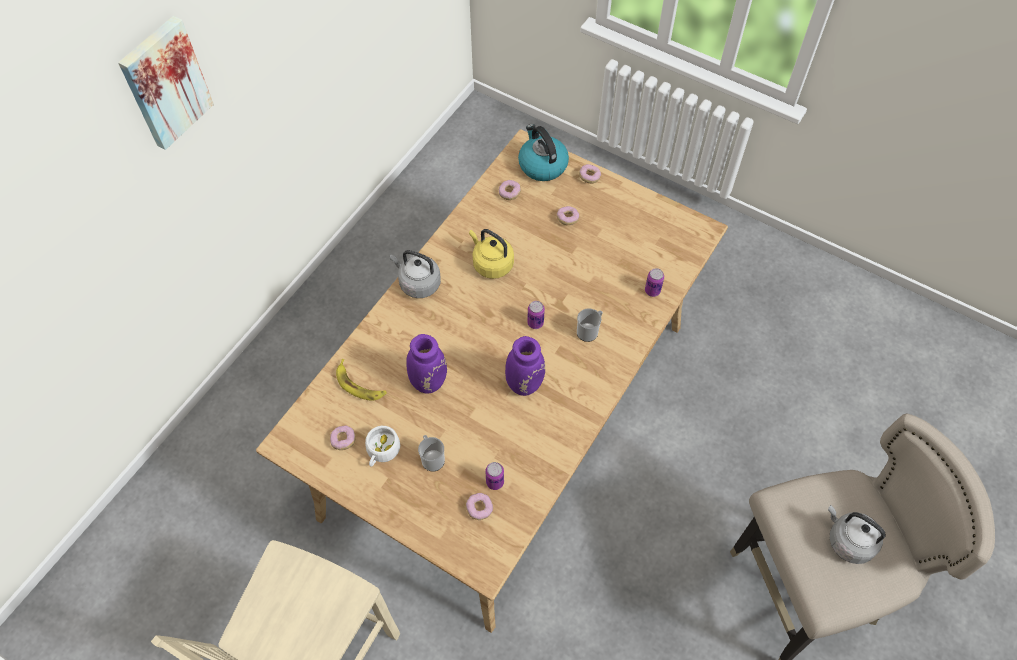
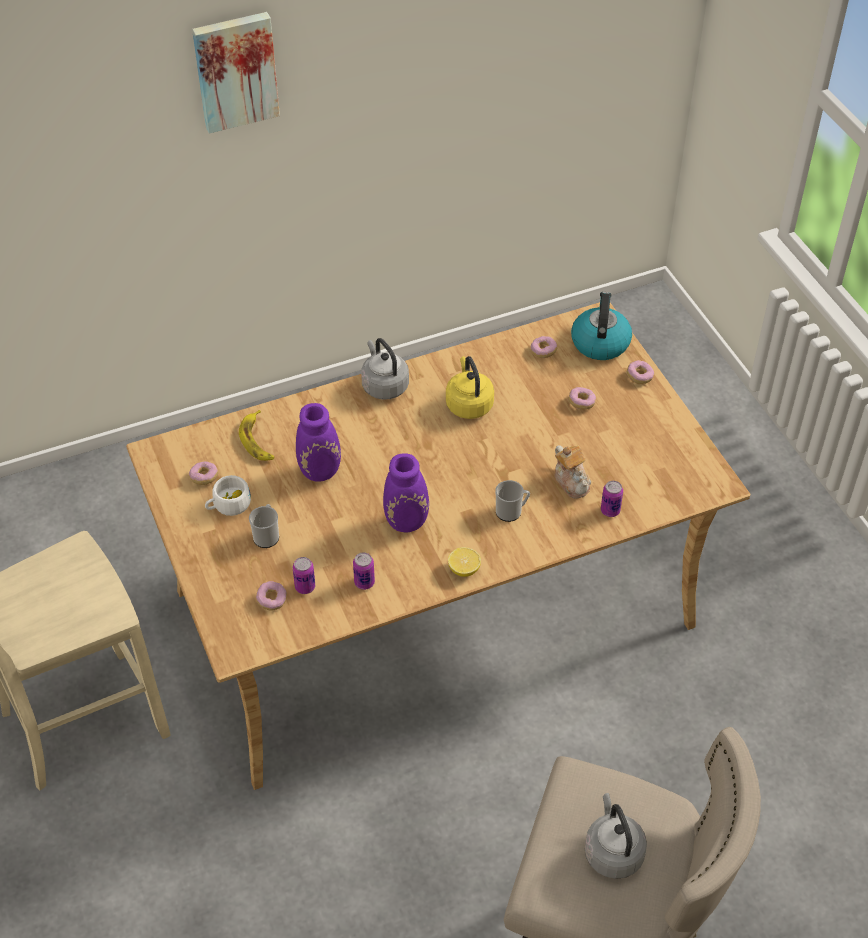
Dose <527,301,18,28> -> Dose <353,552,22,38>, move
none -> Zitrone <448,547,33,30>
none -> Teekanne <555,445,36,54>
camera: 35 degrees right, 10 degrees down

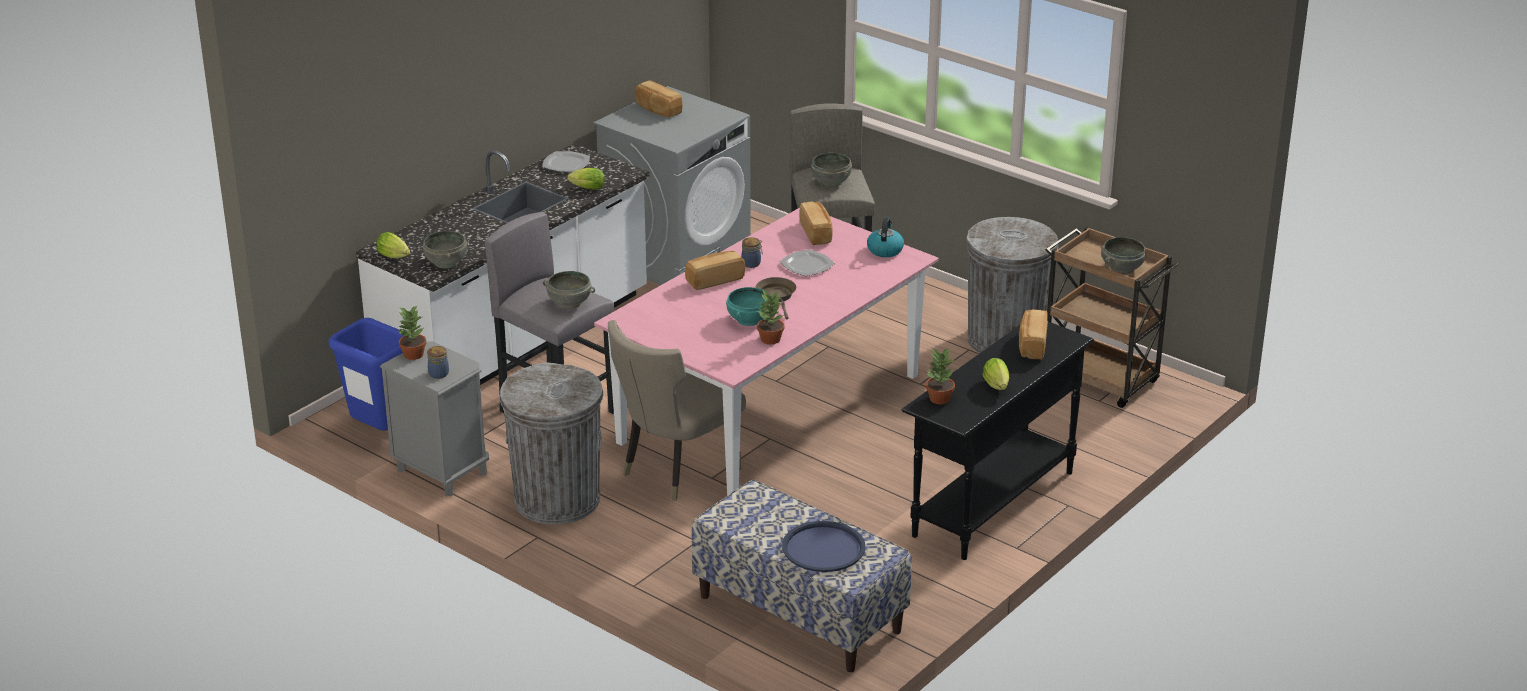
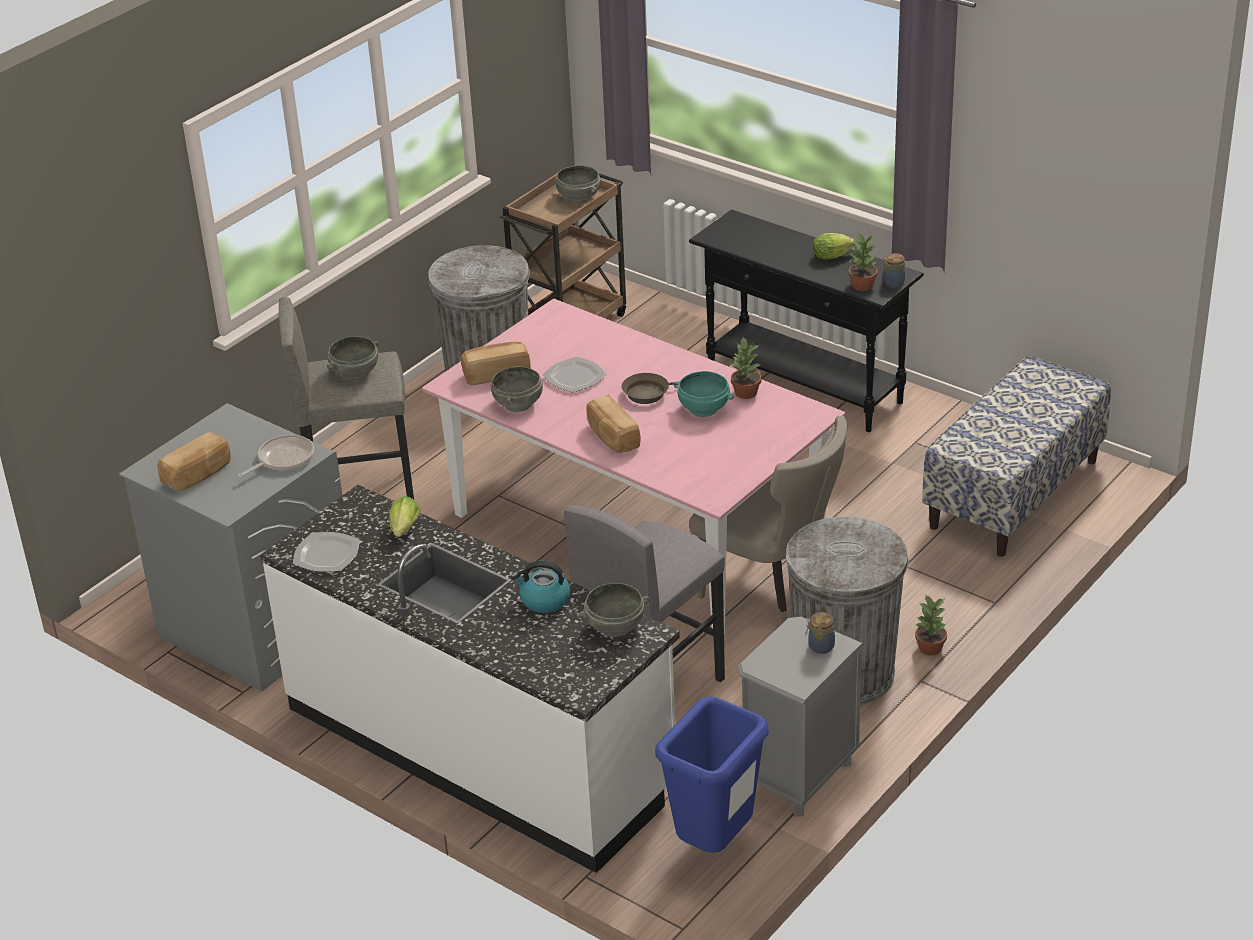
Salatkopf <376,232,34,26> -> none
Topfpflanze <398,306,28,54> -> Topfpflanze <914,594,33,62>, move
Schüssel (grau) <543,271,52,38> -> Schüssel (grau) <491,366,52,46>, move
Vorratsglas <741,237,22,31> -> Vorratsglas <883,253,22,34>, move
Tablett (blau) <782,521,83,51> -> none
Wasserkessel <867,217,37,40> -> Wasserkessel <511,561,59,52>, move
Brot <1019,310,29,50> -> none
none -> Pfanne <238,435,76,42>
camera: 90 degrees left, 5 degrees up

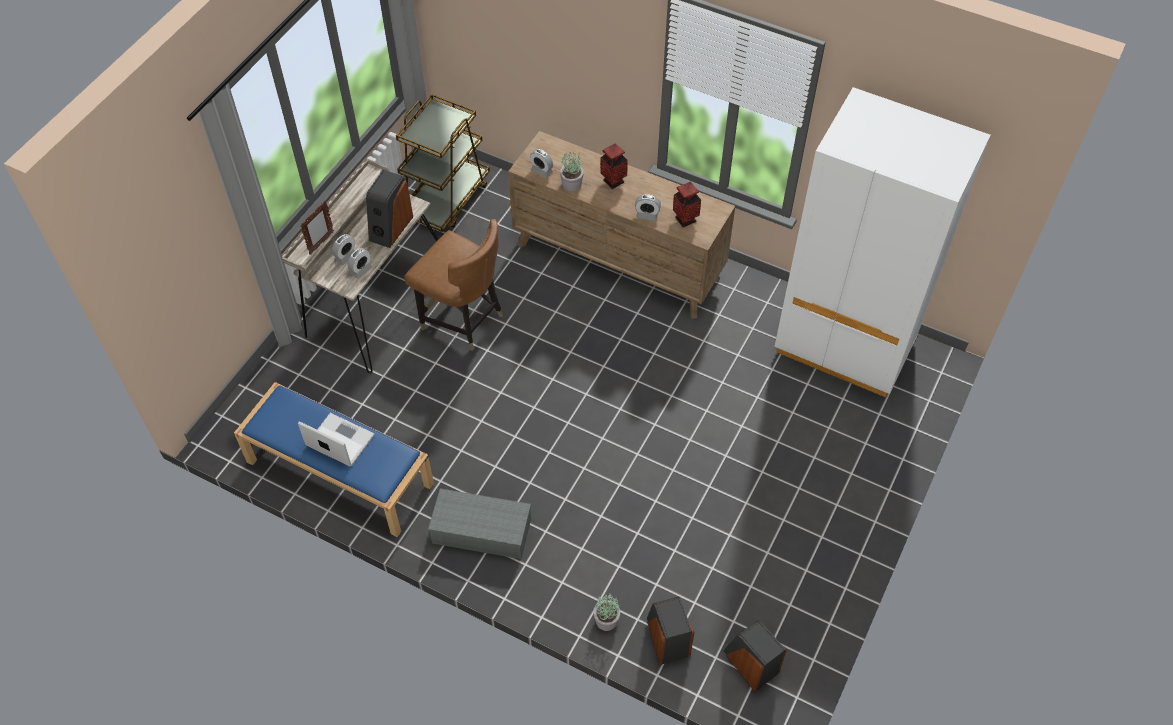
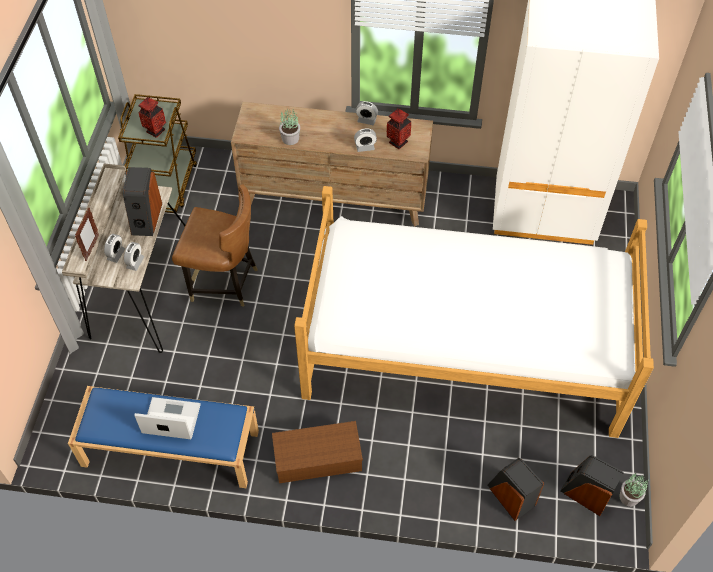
Aufbewahrungsbox (grau) <428,488,103,71> -> Aufbewahrungsbox (braun) <272,421,91,62>
Wecker <530,149,23,29> -> Wecker <356,101,22,24>, move
Topfpflanze <593,593,27,38> -> Topfpflanze <619,474,29,33>, move
Vase <600,143,28,46> -> Vase <138,97,28,41>, move
none -> Bett <294,186,360,252>
camera: 20 degrees left, 0 degrees up

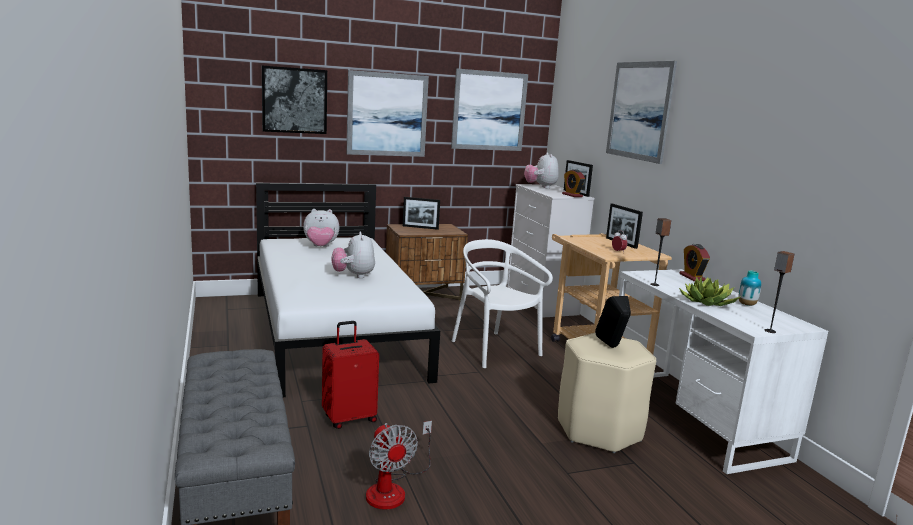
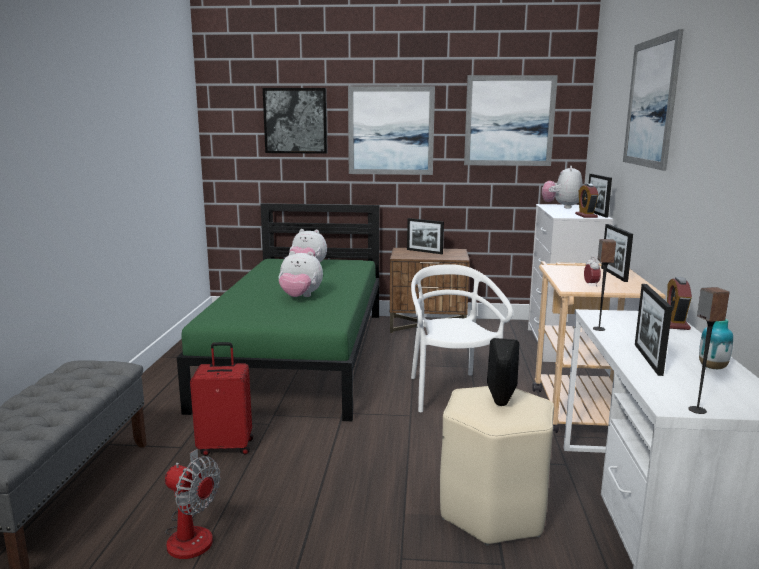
Bett (weiß) <256,183,184,214> -> Bett (grün) <177,203,203,218>
Plüschtier <332,231,43,47> -> Plüschtier <278,251,45,46>, 90 degrees counterclockwise
Ventilator <366,421,66,89> -> Ventilator <165,449,56,110>, 60 degrees counterclockwise
Topfpflanze <679,276,62,30> -> Bilderrahmen <635,284,37,92>
camera: 25 degrees right, 0 degrees up

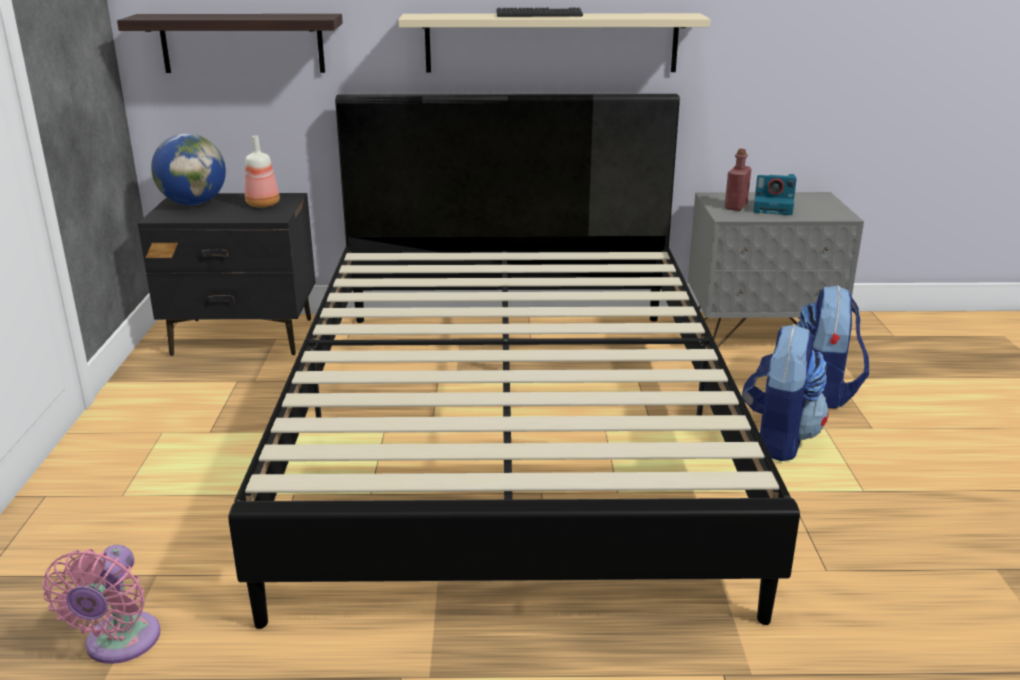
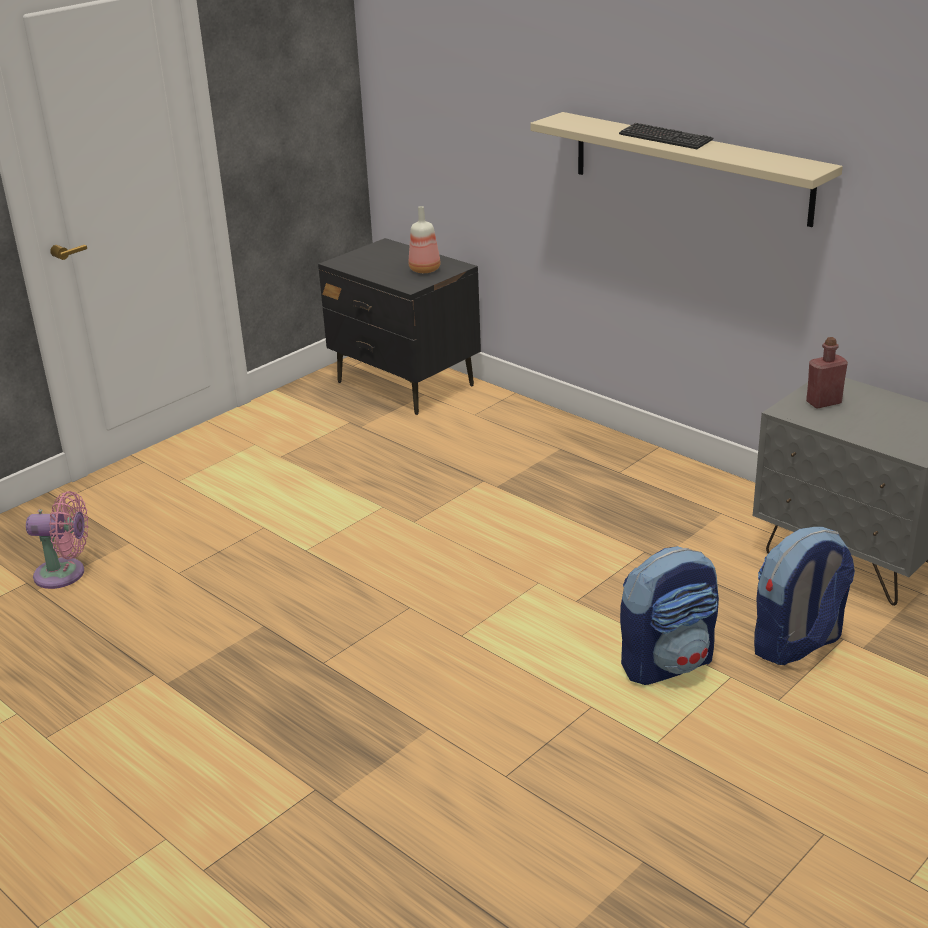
Ventilator (rosa) <42,545,118,119> -> Ventilator (rosa) <26,491,63,98>, 135 degrees counterclockwise
Wandregal <117,14,226,59> -> none
Globus <151,133,75,72> -> none
Bett (schwarz) <228,94,572,535> -> none
Kamera <753,174,43,41> -> none
camera: 45 degrees right, 5 degrees up

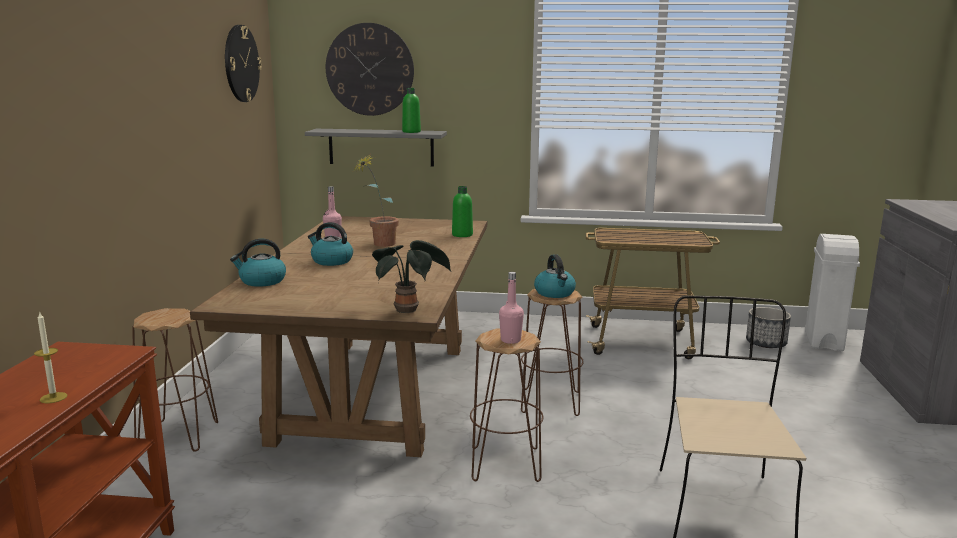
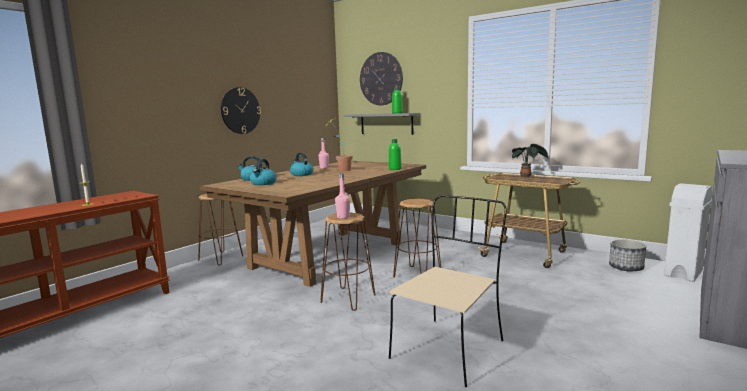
Wanduhr <225,25,37,77> -> Wanduhr <221,87,40,47>, move
Topfpflanze <372,240,79,73> -> Topfpflanze <512,144,36,33>, move
Wasserkessel <534,254,42,44> -> Wasserkessel <250,159,27,26>, move
camera: 30 degrees right, 5 degrees down

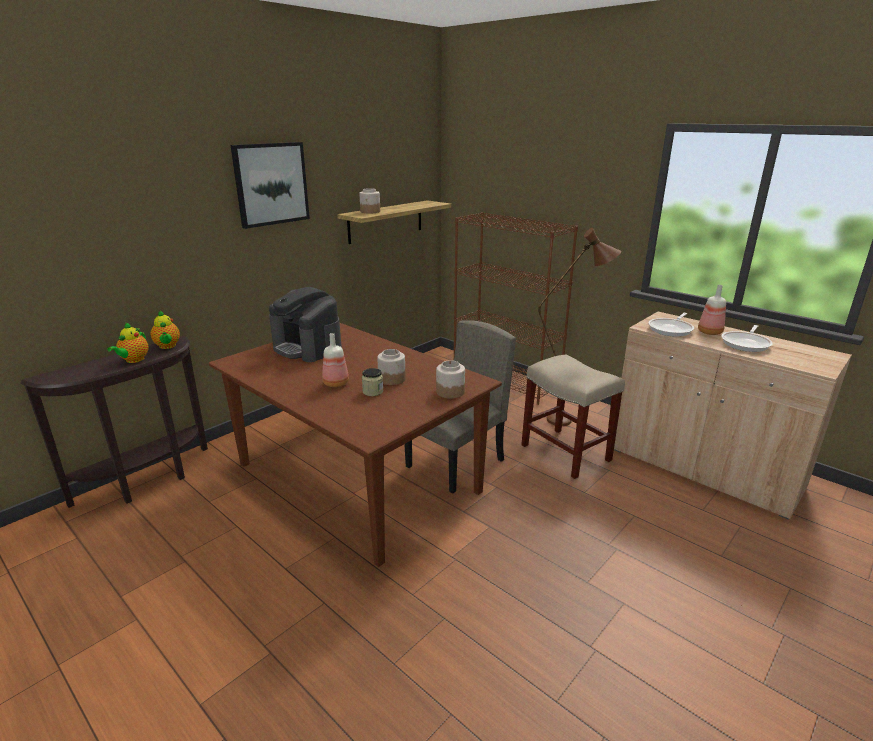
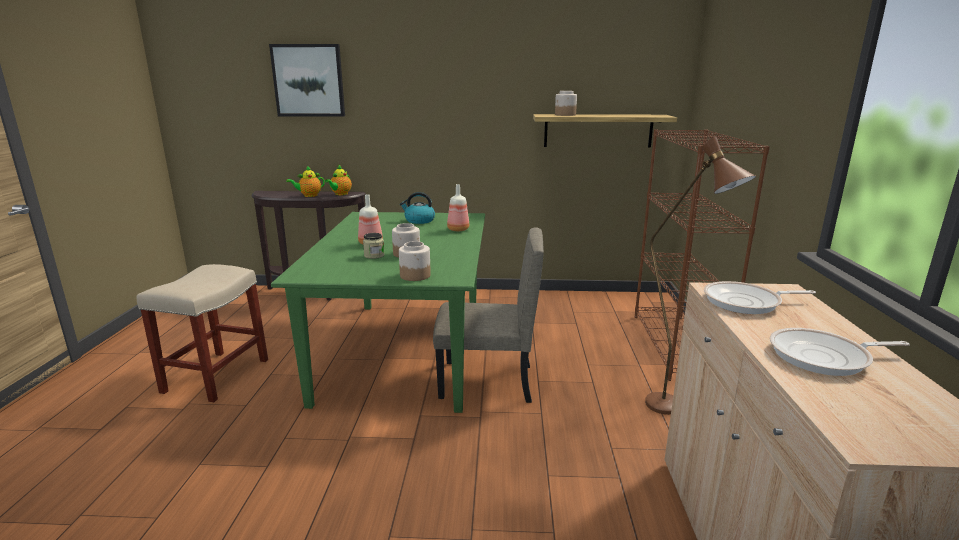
Esstisch (braun) <209,323,293,244> -> Esstisch (grün) <271,212,214,201>
Bild <230,142,80,87> -> Bild <269,44,76,73>, move
Kaffeemaschine <269,287,73,75> -> Wasserkessel <400,192,35,32>
Hocker (beige) <521,354,104,125> -> Hocker (beige) <137,264,131,138>, move
Flasche <698,285,28,50> -> Flasche <447,184,22,47>, move
camera: 50 degrees right, 5 degrees down

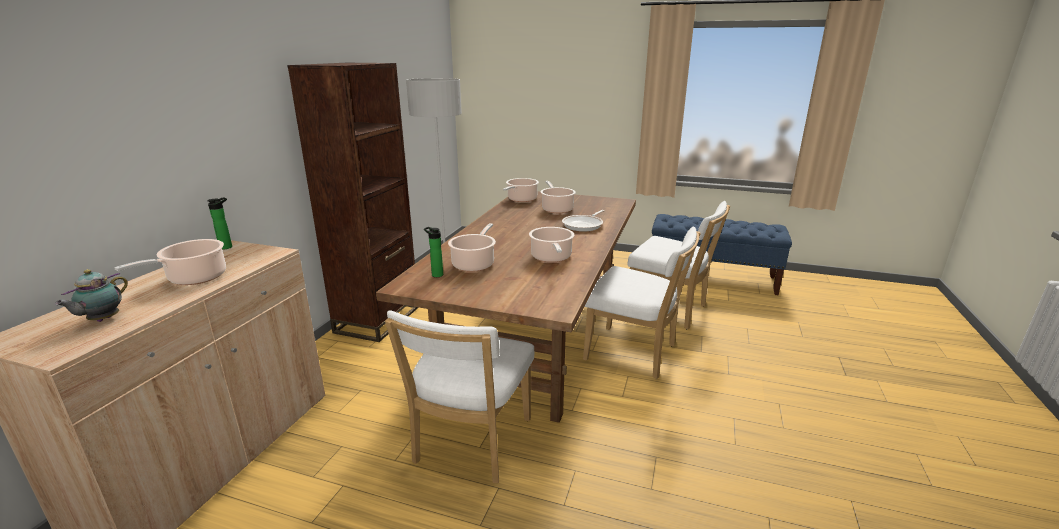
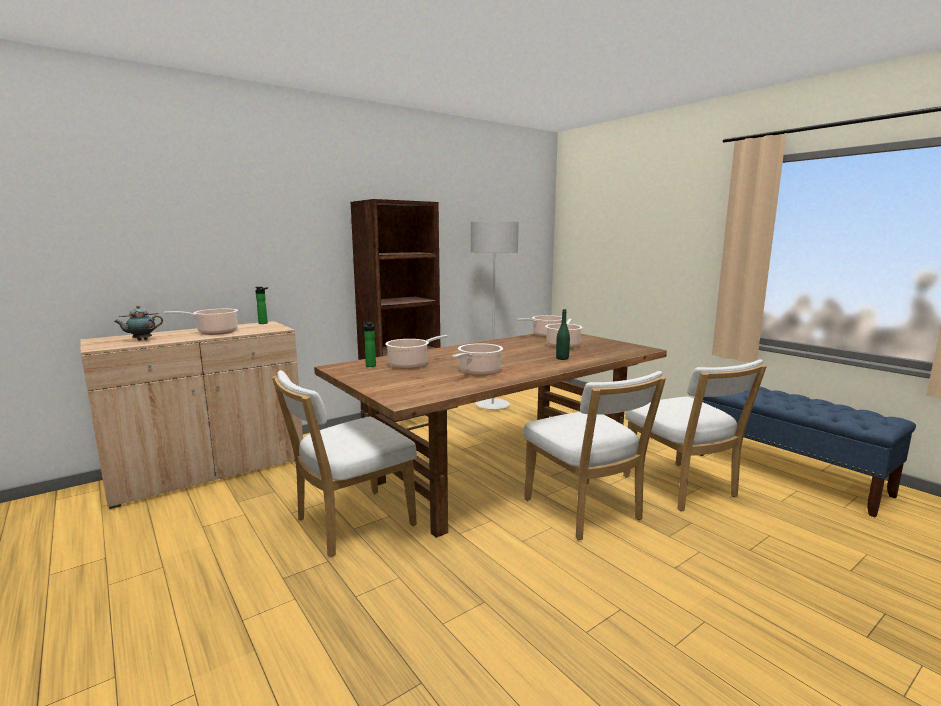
Pfanne <562,210,43,22> -> Flasche (grün) <556,309,14,51>
camera: 35 degrees right, 10 degrees down

